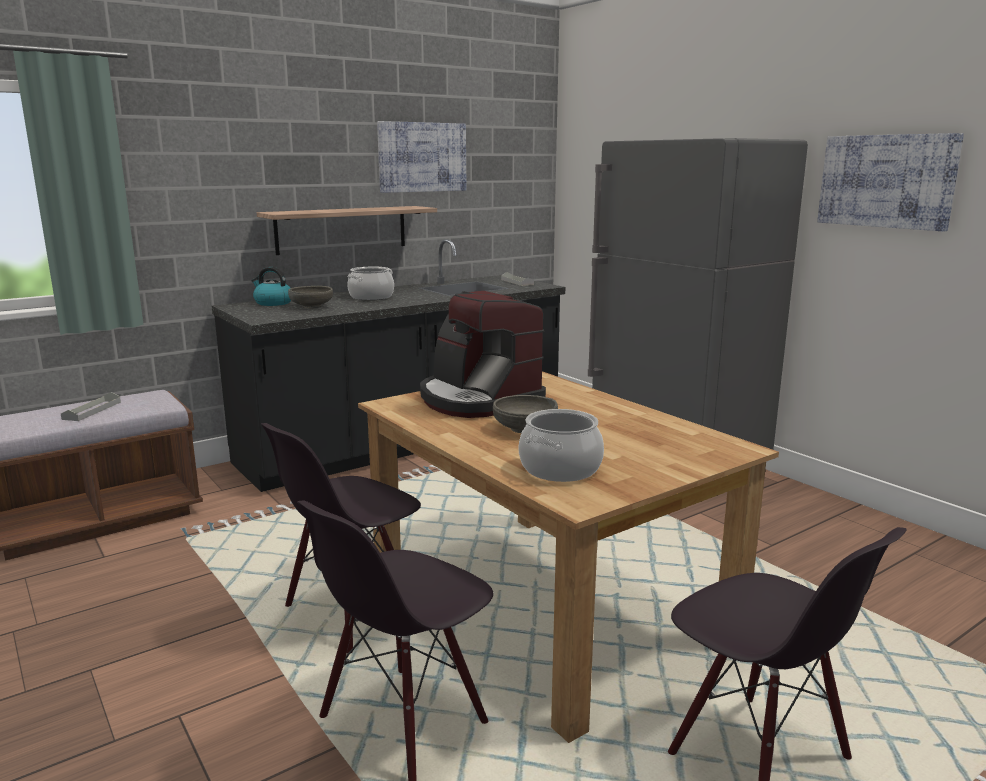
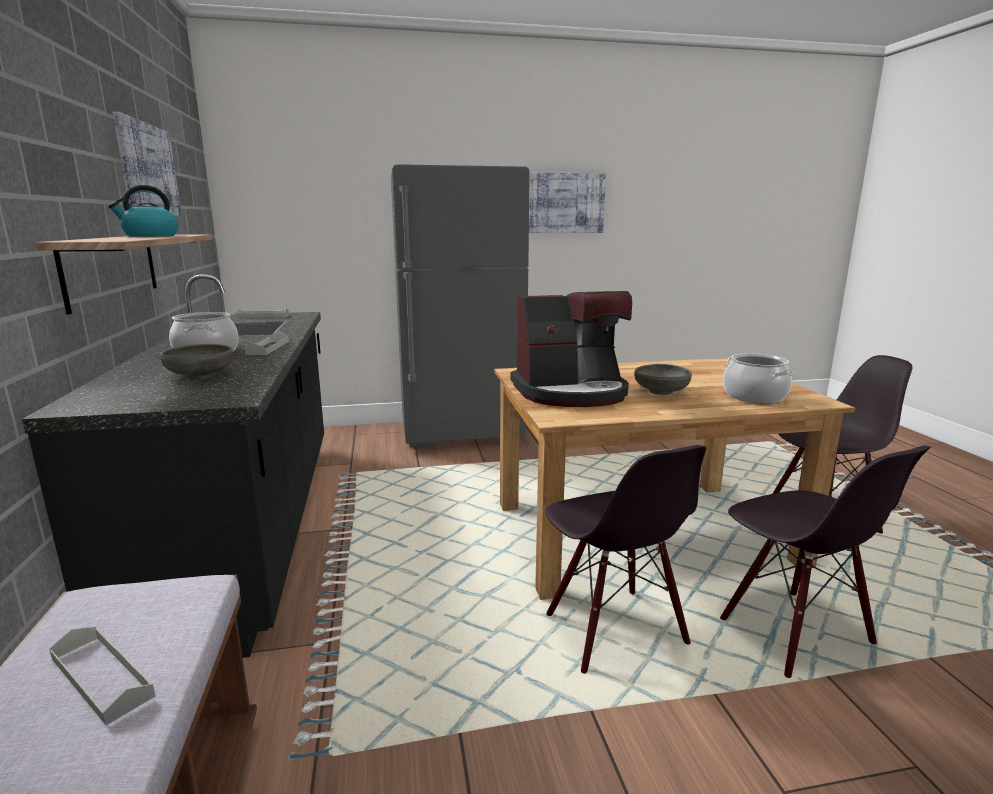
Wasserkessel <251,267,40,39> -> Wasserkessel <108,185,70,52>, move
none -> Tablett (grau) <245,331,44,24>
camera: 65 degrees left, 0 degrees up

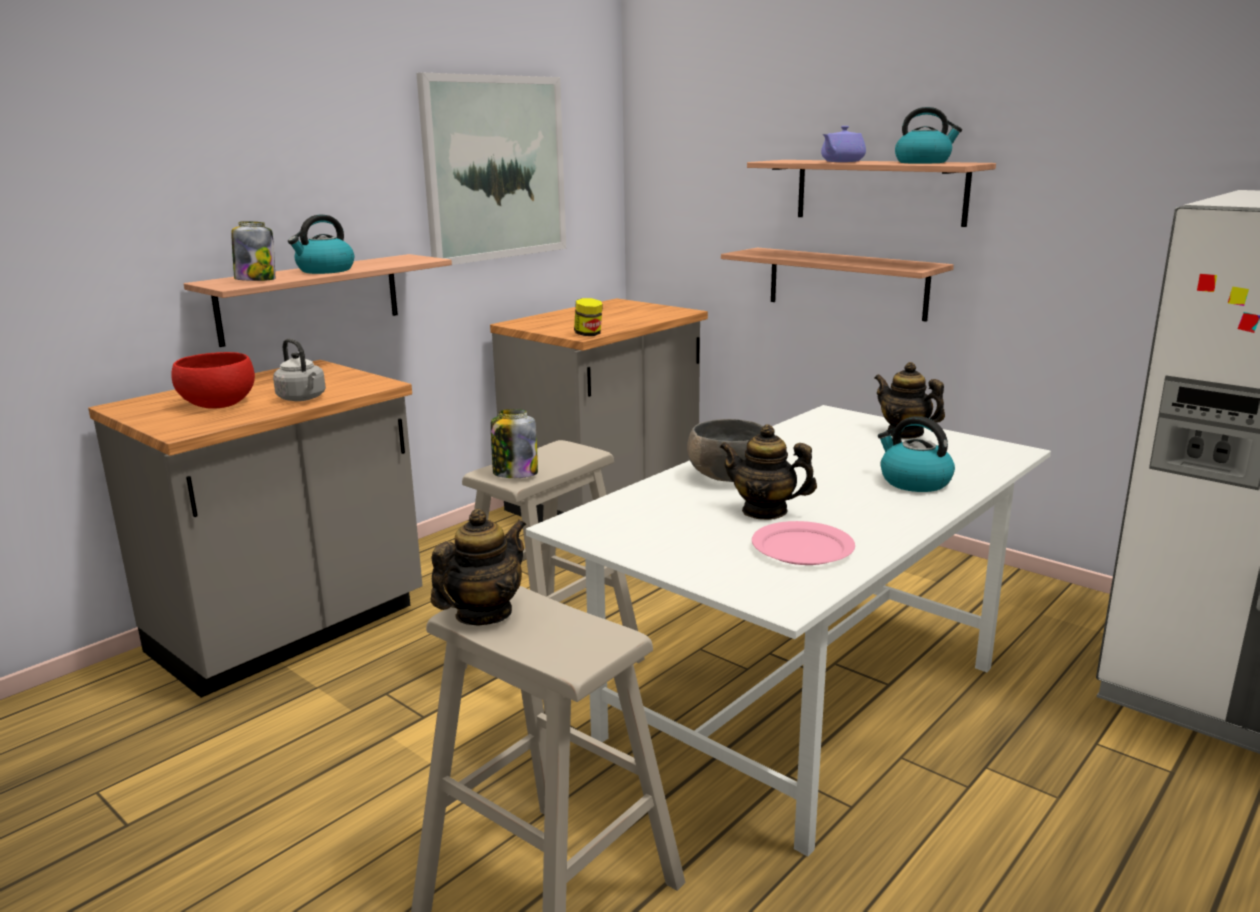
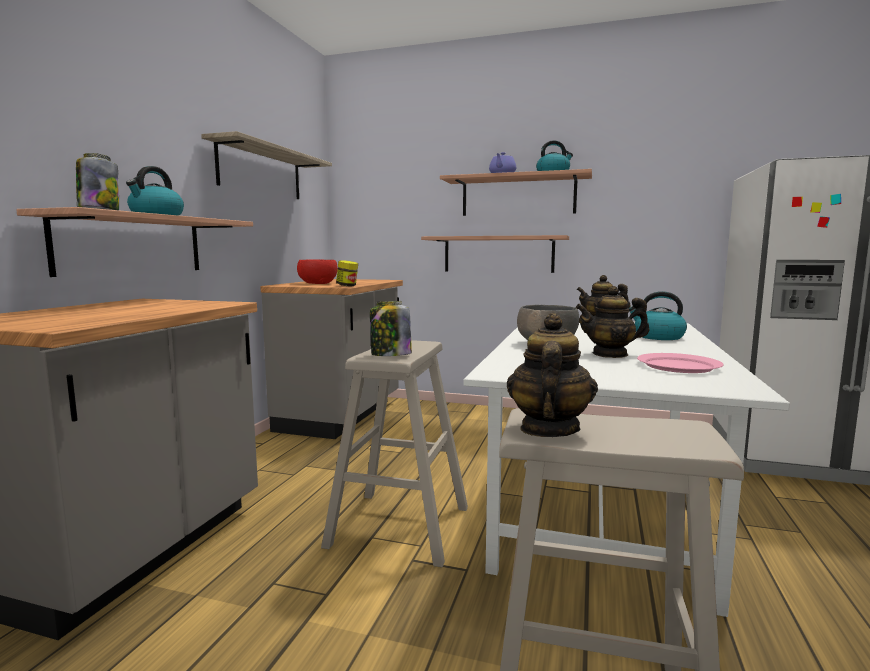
Schüssel (rot) <171,352,84,56> -> Schüssel (rot) <297,260,41,24>, move
Wasserkessel (grau) <273,339,53,62> -> none
Bild <416,73,150,192> -> Wandregal <201,131,131,68>
camera: 25 degrees left, 10 degrees down

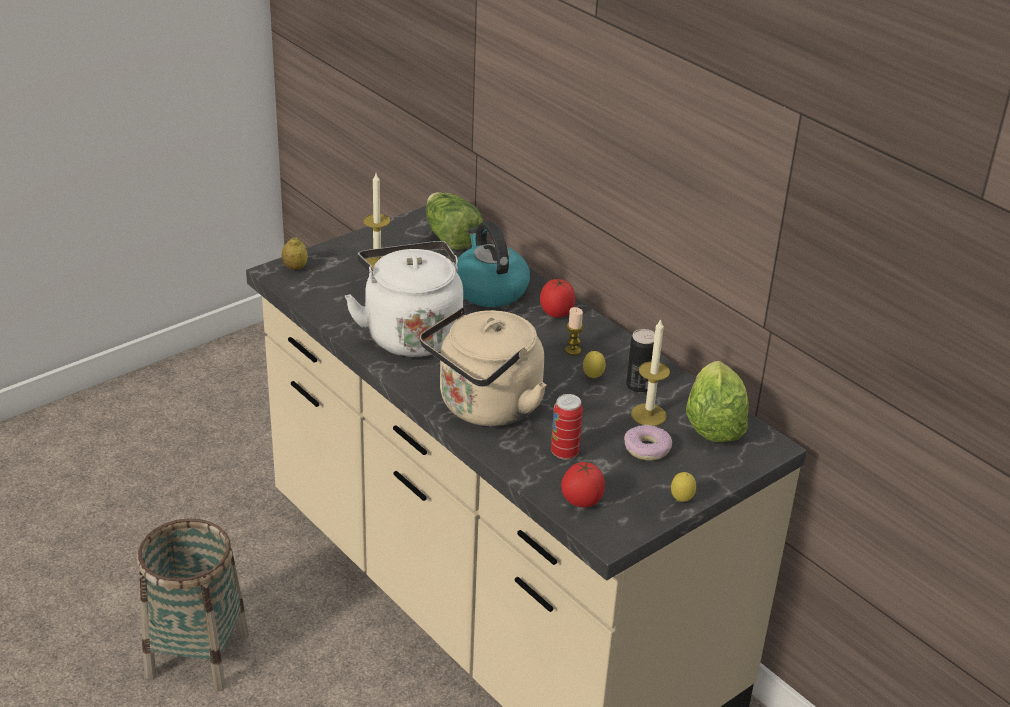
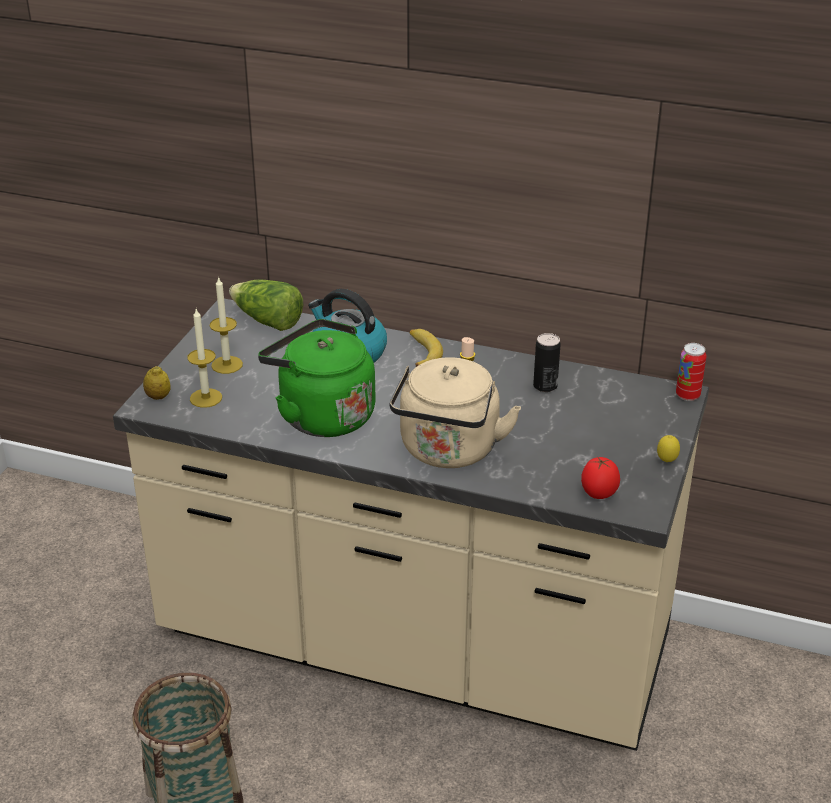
Wasserkessel (weiß) <345,241,118,116> -> Wasserkessel (grün) <258,319,118,118>
Tomate <540,279,35,39> -> Banane <410,329,33,38>
Dose <551,394,32,66> -> Dose <676,343,30,58>, move
Zitrone <583,351,23,27> -> none
Donut <624,425,48,36> -> none
Kerze <631,318,39,108> -> Kerze <187,309,35,99>, move
Salatkopf <686,361,63,81> -> none
camera: 30 degrees left, 0 degrees up

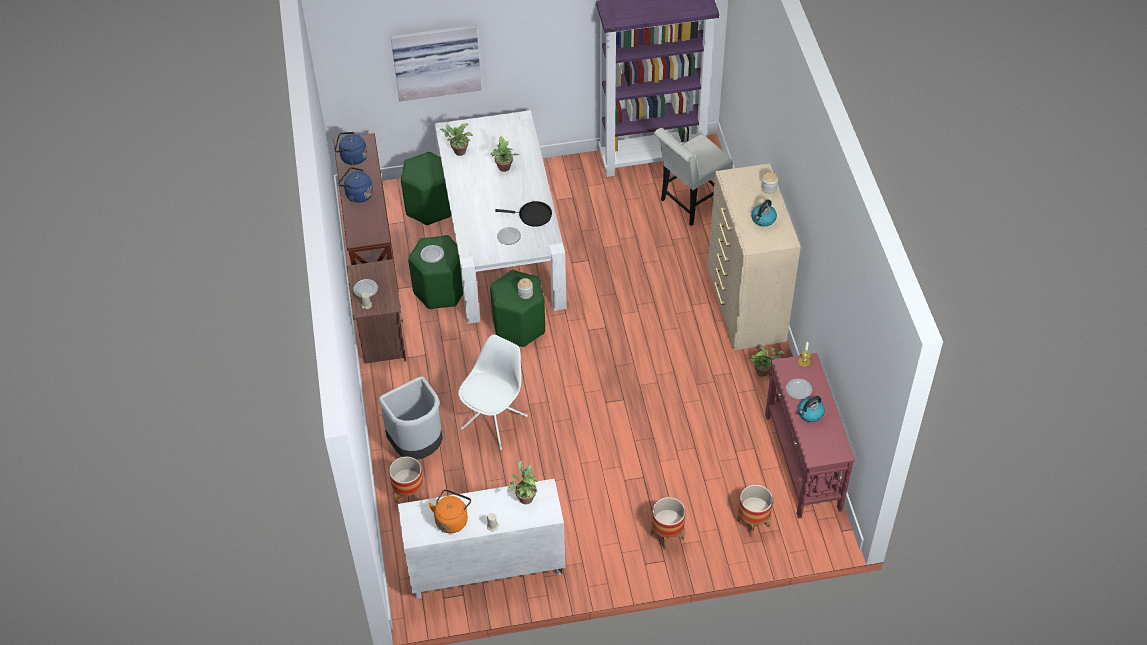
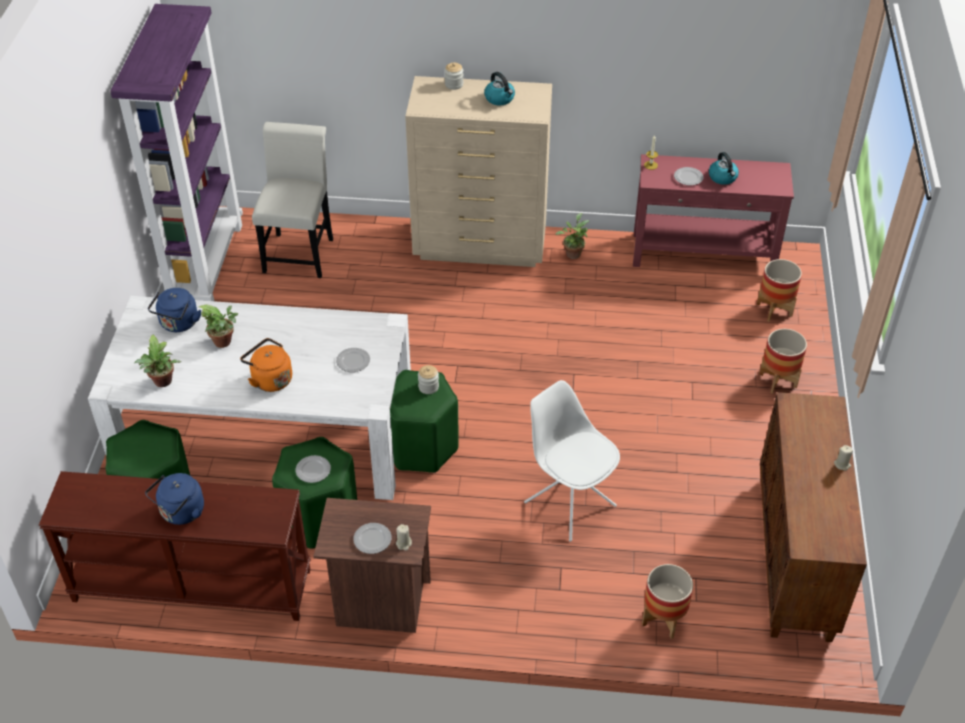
Wasserkessel (blau) <335,132,32,33> -> Wasserkessel (blau) <148,288,53,44>, move
Mülleimer (grau) <378,376,65,84> -> none
Bild <391,25,91,76> -> none
Schrank (weiß) <398,479,167,120> -> Schrank (braun) <760,392,107,250>
Wasserkessel (orange) <429,489,42,44> -> Wasserkessel (orange) <240,338,52,54>, move
Pfanne (schwarz) <495,201,57,26> -> none
Topfpflanze <508,460,30,44> -> none
Stuhl (weiß) <654,128,79,98> -> Stuhl (weiß) <252,122,81,156>, 150 degrees counterclockwise
camera: 75 degrees left, 5 degrees down

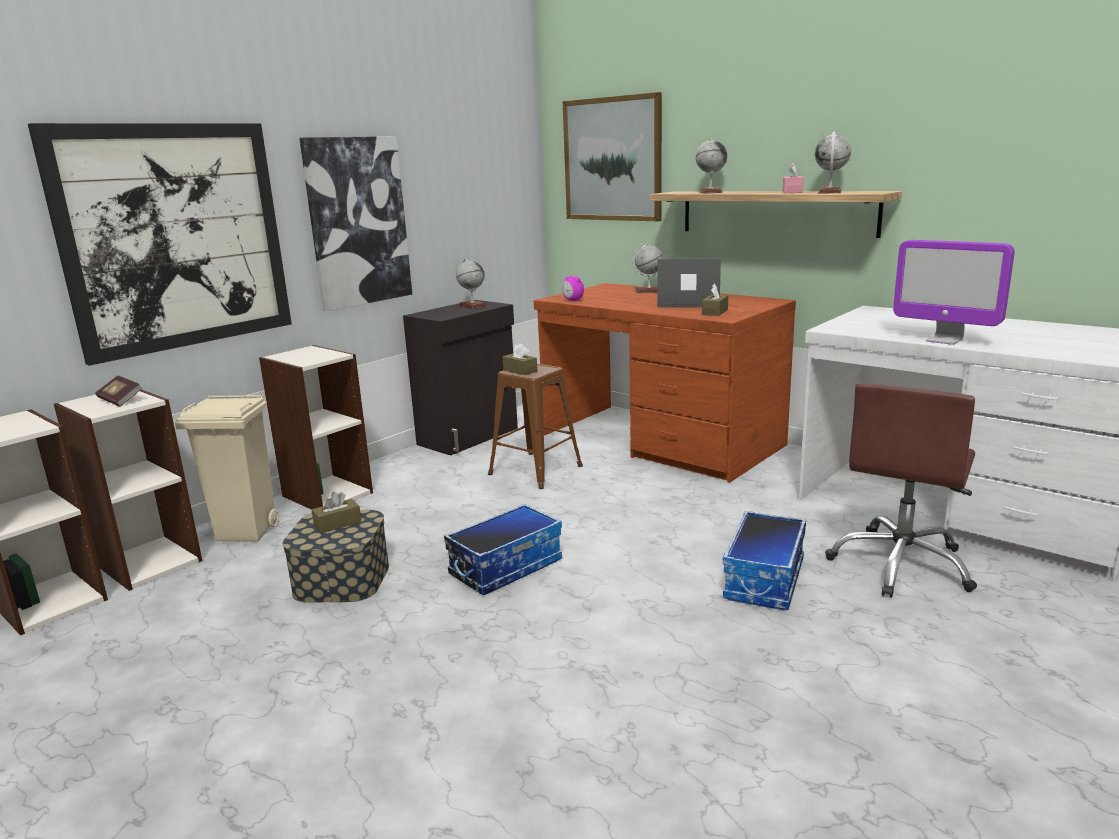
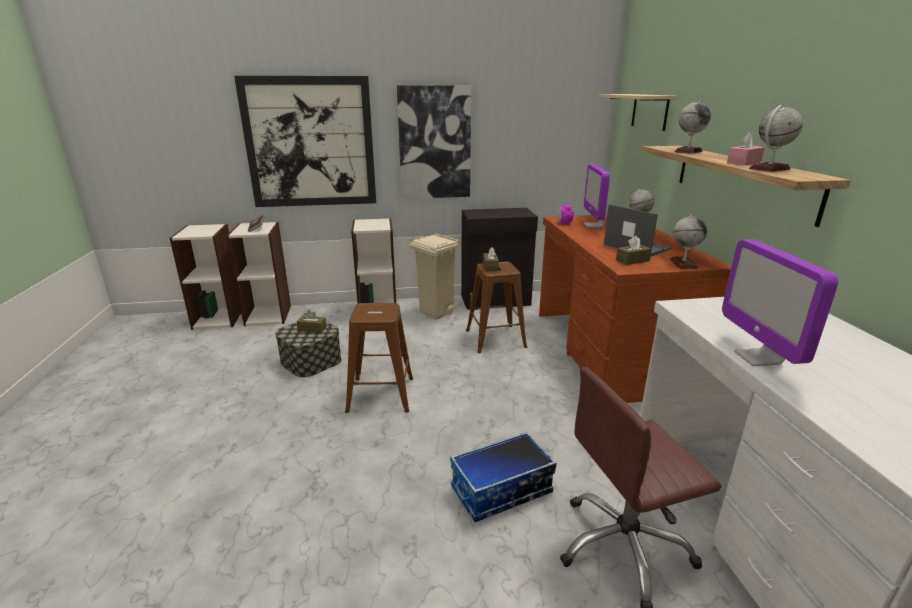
Mülleimer (beige) <175,394,104,147> -> Mülleimer (beige) <409,233,50,87>, move
Aufbewahrungsbox <444,504,118,91> -> Hocker (braun) <345,303,68,110>
Globus <456,258,31,51> -> Globus <670,214,37,55>, move
Bild <563,92,99,129> -> Wandregal (beige) <599,94,78,37>
none -> Monitor <584,164,26,63>
camera: 40 degrees right, 5 degrees up

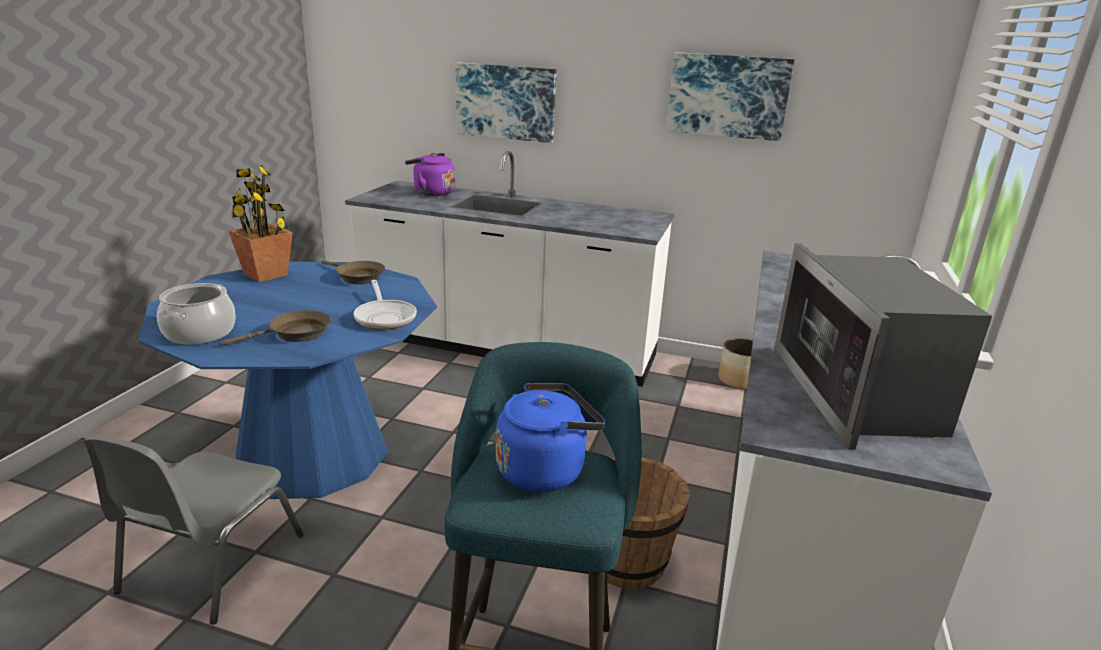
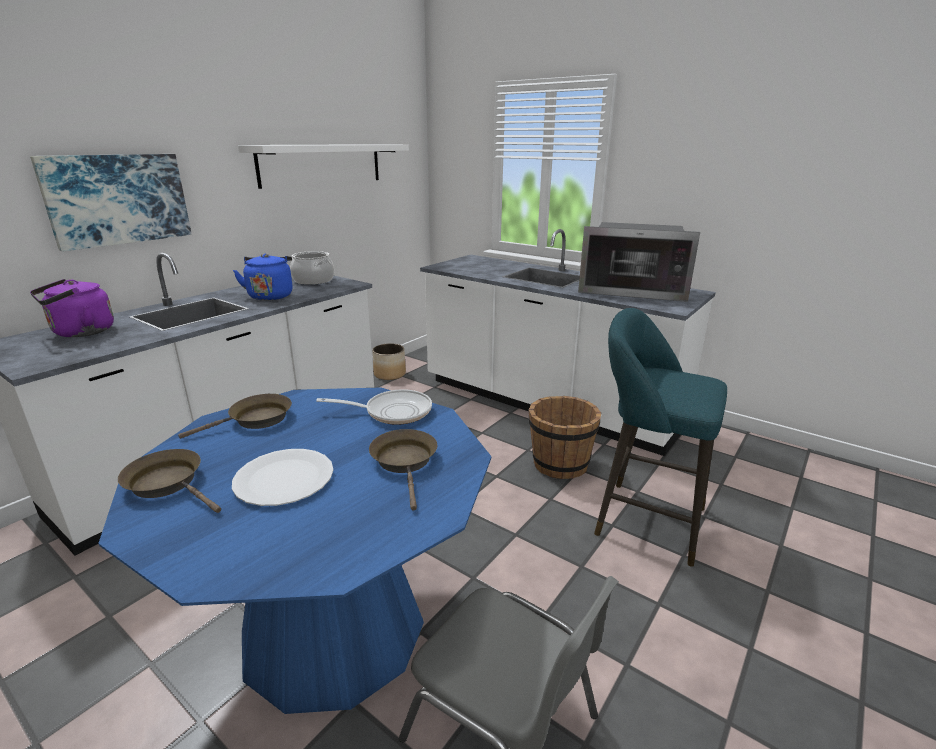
Kochtopf <157,283,79,61> -> Kochtopf <290,251,44,34>, move
Topfpflanze <228,165,65,117> -> Pfanne (braun) <118,449,103,64>
Wasserkessel (blau) <496,383,110,109> -> Wasserkessel (blau) <233,254,60,47>, move
Bild <666,52,128,89> -> Wandregal (weiß) <238,144,171,45>
none -> Teller (weiß) <232,449,101,57>
camera: 70 degrees left, 0 degrees up

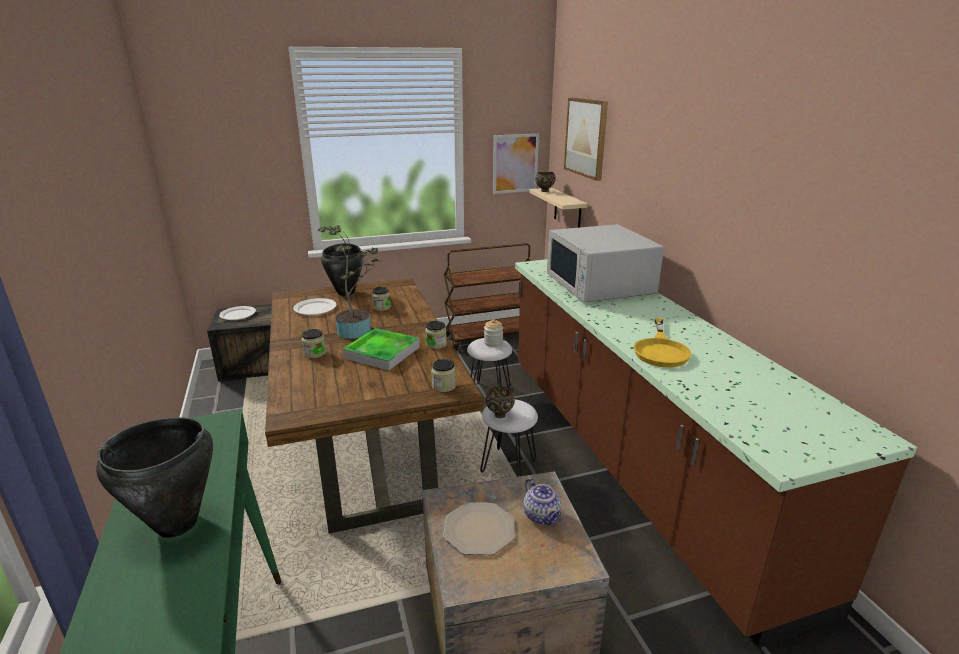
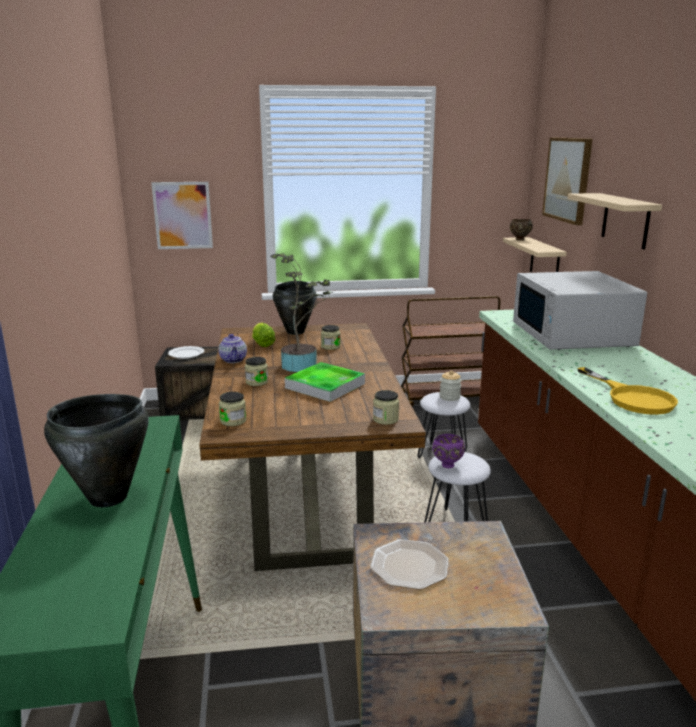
Teller (weiß) <293,298,44,17> -> Salatkopf <252,323,24,24>
Vorratsglas <425,321,22,28> -> Vorratsglas <219,392,27,34>, move
Schüssel (braun) <485,387,30,31> -> Schüssel (lila) <432,434,33,35>
Bild <493,134,46,60> -> Bild <151,182,62,67>, move
Teekanne <523,478,38,48> -> Teekanne <218,334,29,29>, move
Pfanne (gelb) <634,318,57,49> -> Pfanne (gelb) <577,367,101,48>, 45 degrees counterclockwise
none -> Wandregal (beige) <568,193,94,57>
camera: 10 degrees right, 5 degrees down

